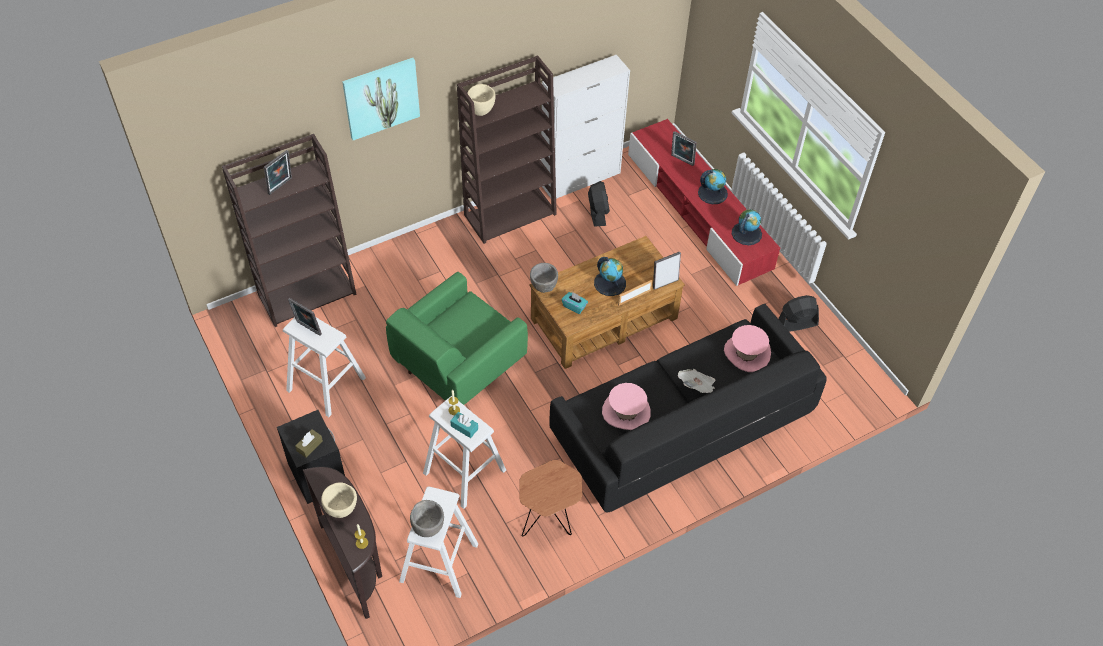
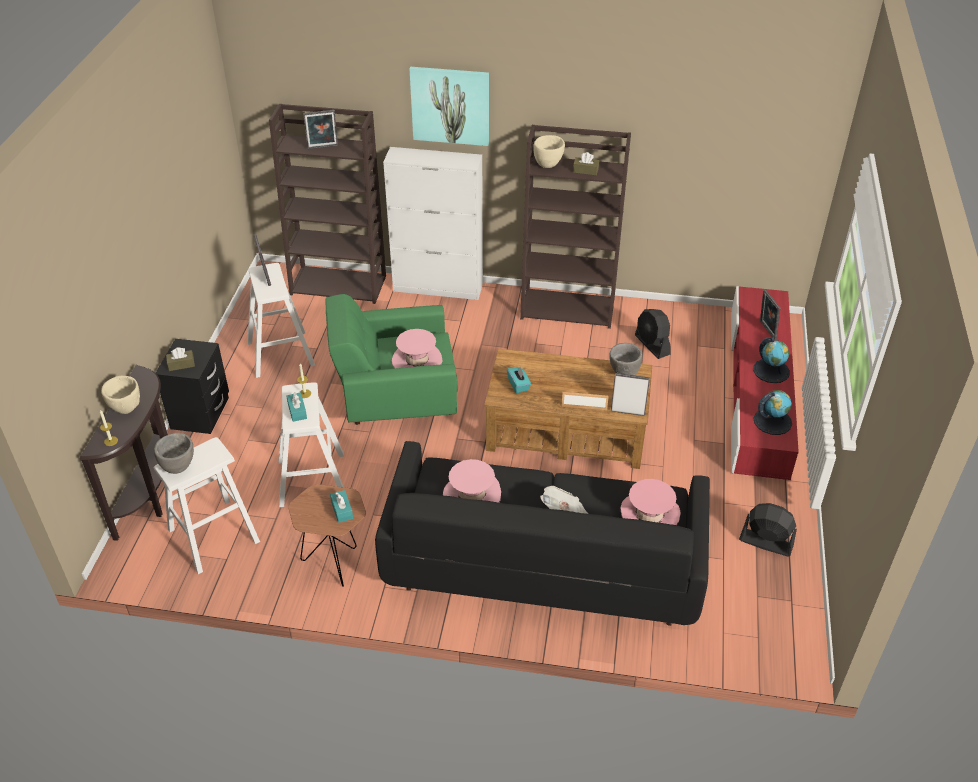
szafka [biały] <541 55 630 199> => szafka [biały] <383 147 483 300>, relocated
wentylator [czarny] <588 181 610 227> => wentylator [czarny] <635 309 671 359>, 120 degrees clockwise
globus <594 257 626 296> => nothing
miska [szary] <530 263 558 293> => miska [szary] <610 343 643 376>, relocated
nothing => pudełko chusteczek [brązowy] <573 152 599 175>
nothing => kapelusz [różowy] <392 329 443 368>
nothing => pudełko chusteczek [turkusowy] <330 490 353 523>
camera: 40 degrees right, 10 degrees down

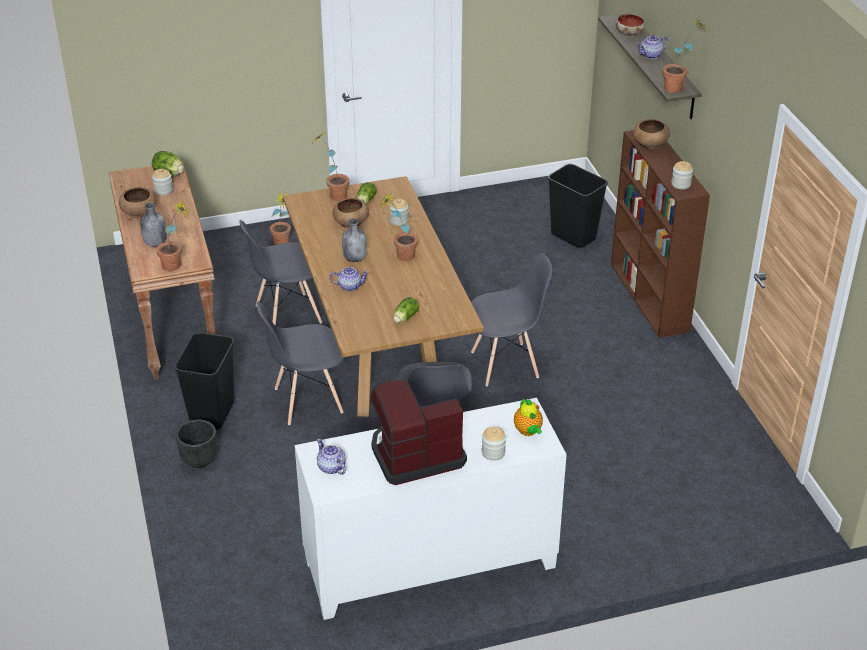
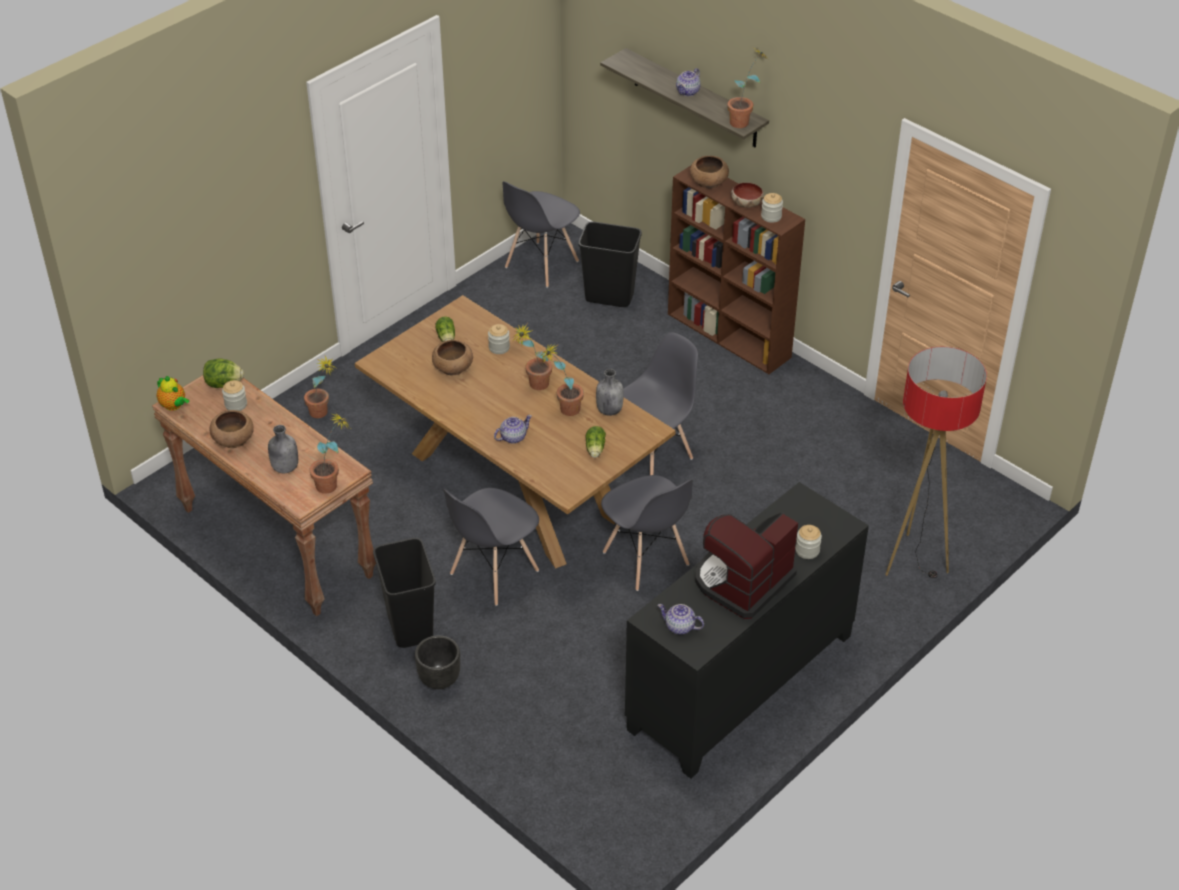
miska <615 14 645 36> => miska <731 182 764 208>, relocated
roślina doniczkowa <313 132 349 201> => roślina doniczkowa <539 344 584 416>, relocated
butelka [szary] <342 218 367 262> => butelka [szary] <596 369 624 416>, relocated
krzesło [szary] <240 220 322 326> => krzesło [szary] <502 181 580 288>, relocated
szafka [biały] <295 398 567 620> => szafka [czarny] <625 482 869 779>
imbryk <514 399 543 436> => imbryk <156 376 189 411>, relocated
nothing => lampa stojąca <885 347 987 578>
camera: 30 degrees left, 5 degrees up

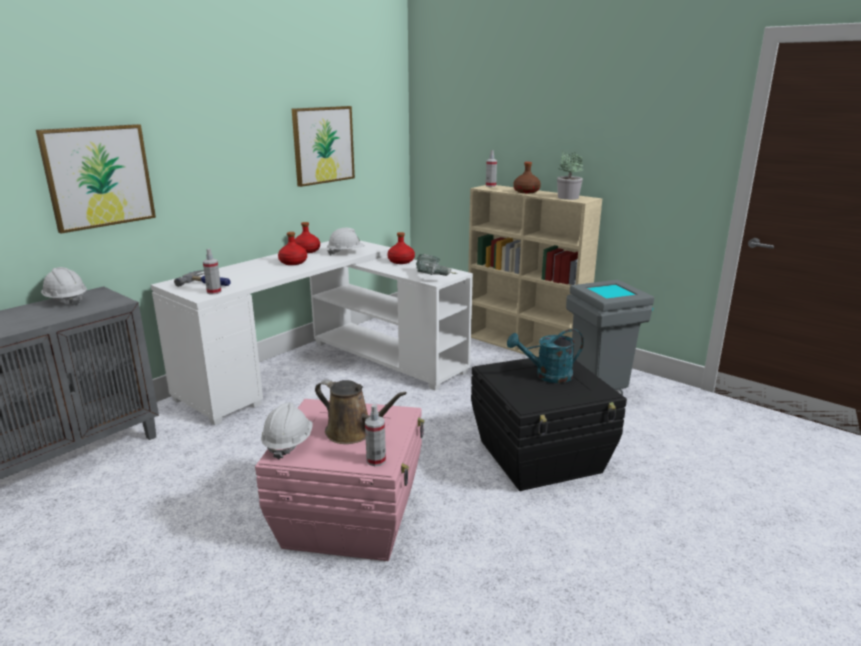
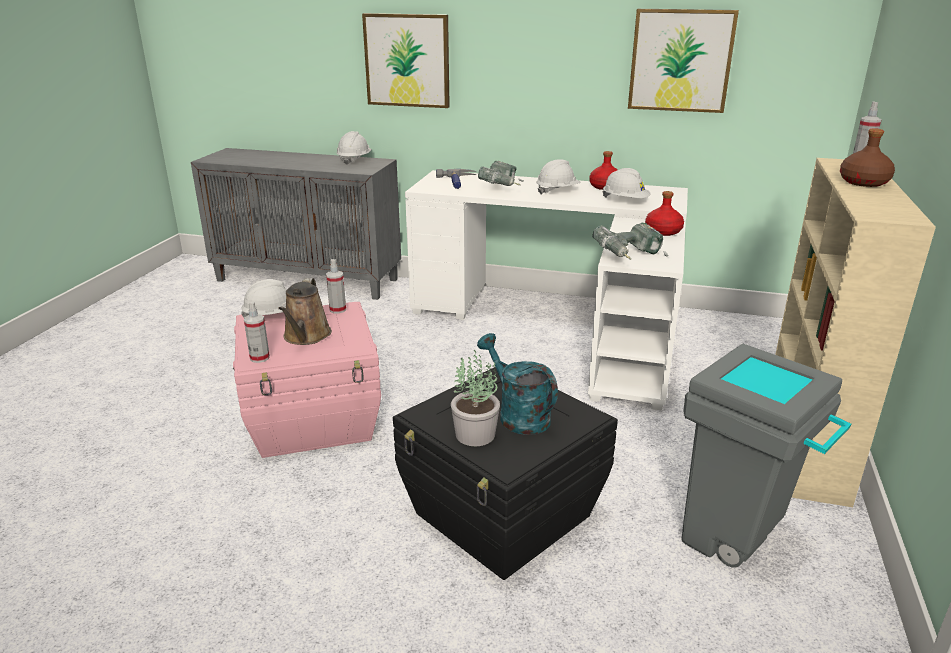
roślina doniczkowa <557 151 583 200> => roślina doniczkowa <451 350 500 446>, relocated
butelka [czerwony] <278 232 307 265> => kask [biały] <536 159 581 195>
spryskiwacz <203 249 222 295> => spryskiwacz <326 259 346 313>, relocated
nothing => wiertarka <478 161 524 186>
camera: 65 degrees right, 5 degrees up

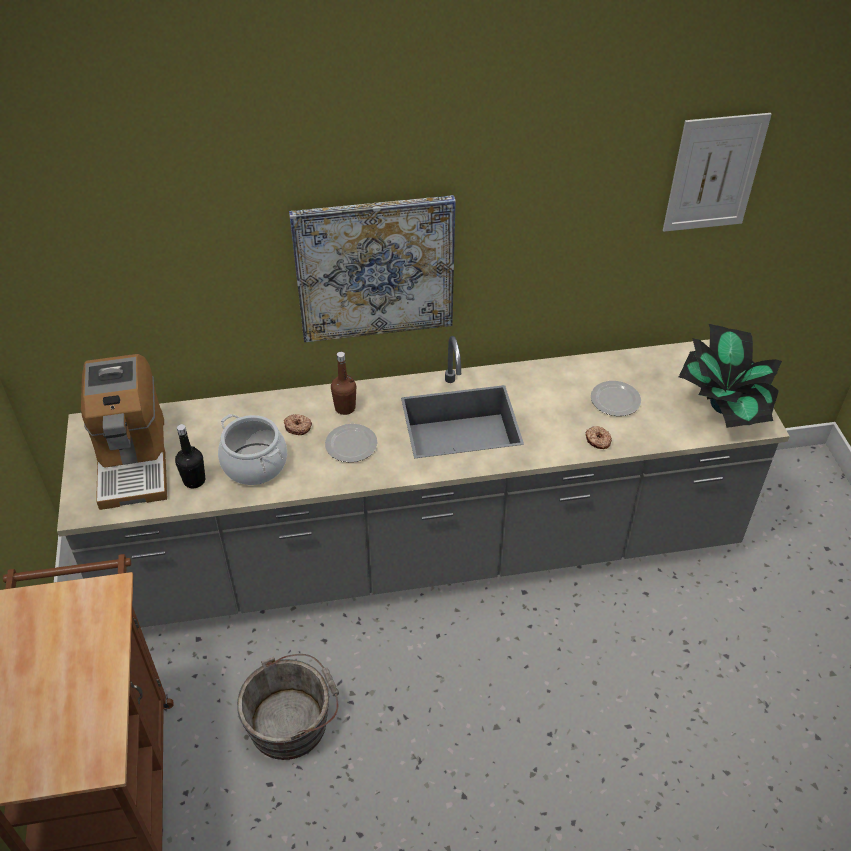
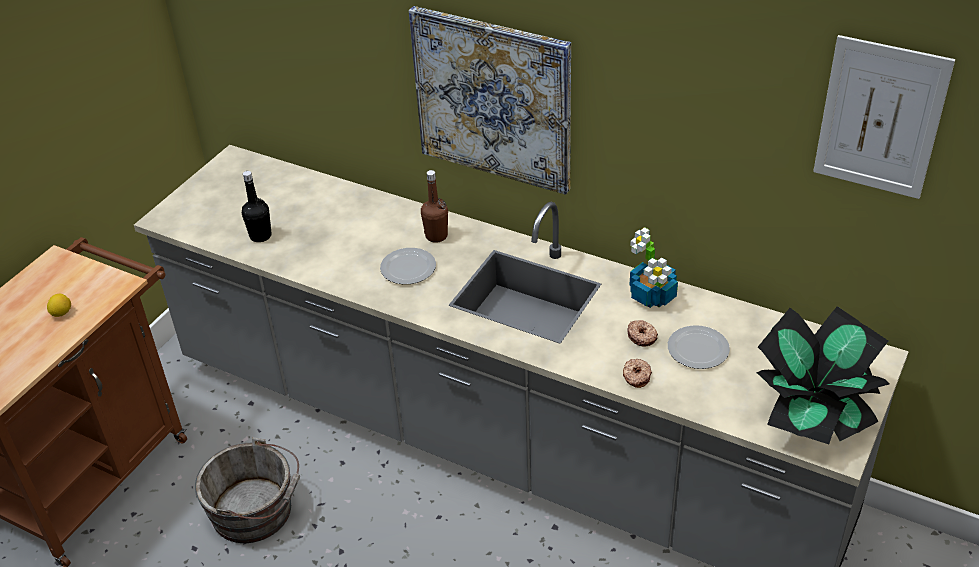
ekspres do kawy <81 354 167 510> => nothing
garnek <218 414 287 485> => nothing
donut <284 414 312 435> => donut <627 320 658 347>, relocated
nothing => roślina doniczkowa <629 227 678 308>
nothing => cytryna <47 294 71 317>
camera: 40 degrees right, 5 degrees down

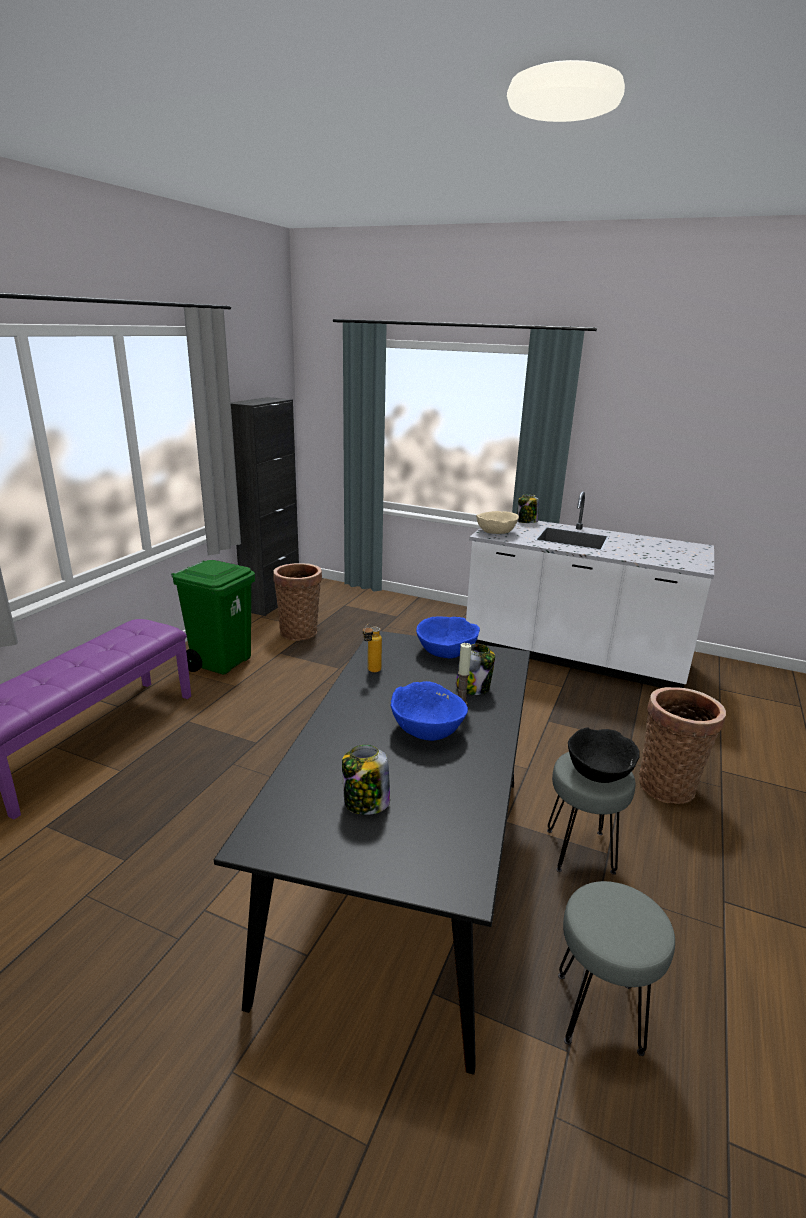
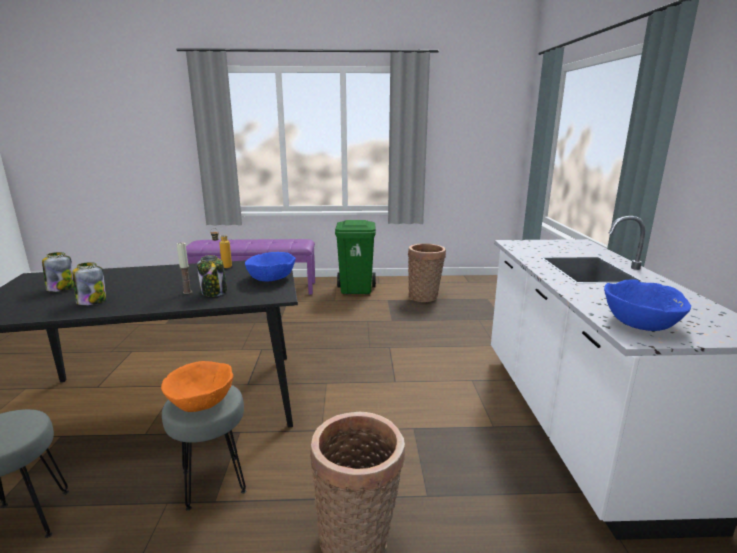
szafka [czarny] <231 397 299 616> => nothing
słoik <518 494 539 523> => słoik <72 262 106 305>, relocated
miska [beżowy] <476 511 519 534> => nothing
miska [niebieski] <391 681 468 741> => miska [niebieski] <604 279 691 331>, relocated
miska [czarny] <568 727 639 783> => miska [pomarańczowy] <161 361 233 412>
camera: 65 degrees right, 5 degrees down

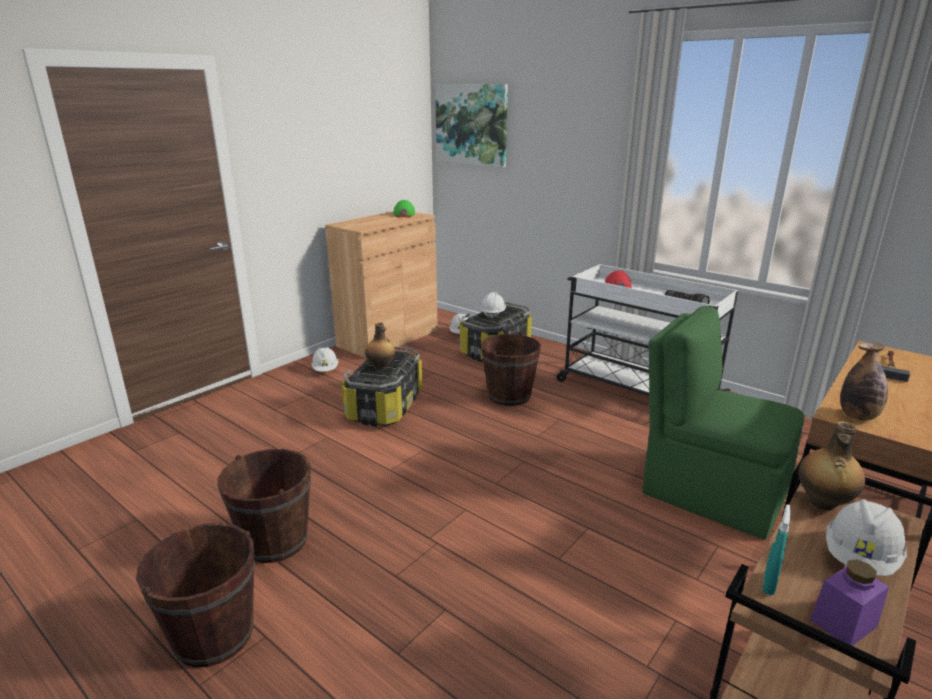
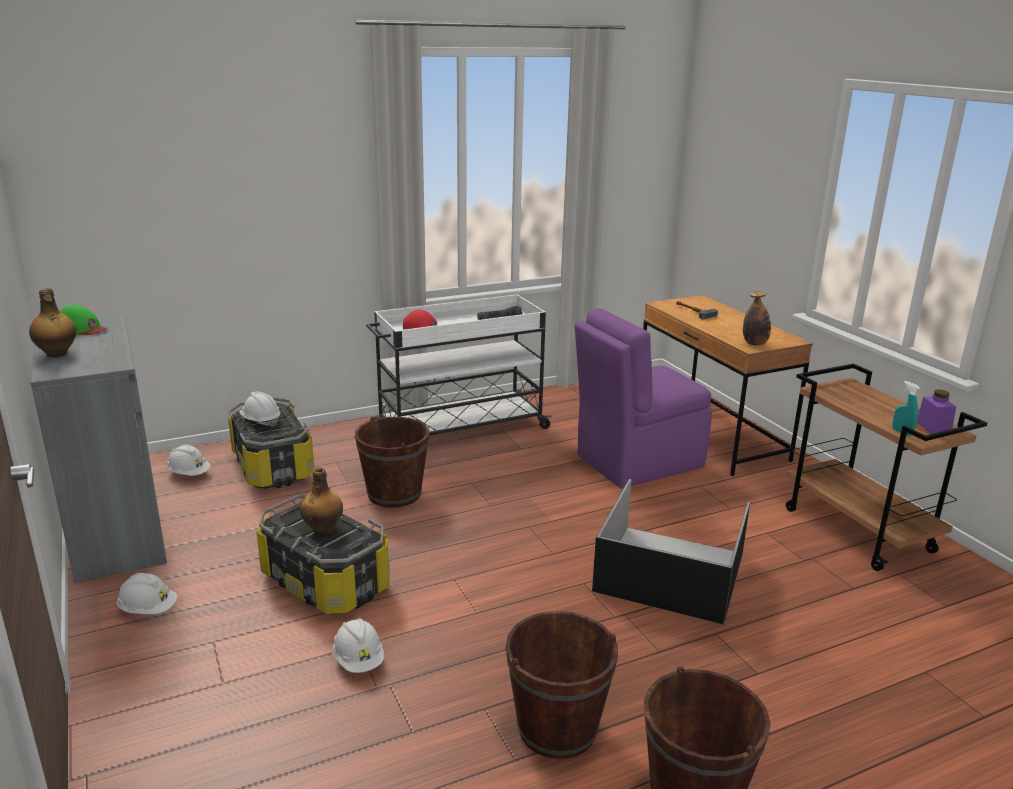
obraz <435 84 508 168> => nothing
szafka [brązowy] <325 211 438 358> => szafka [szary] <31 316 167 583>
krzesło [zielony] <642 306 805 540> => krzesło [fioletowy] <574 308 712 488>
butelka <798 421 865 510> => butelka <29 288 77 357>, relocated
kask [biały] <826 499 907 576> => kask [biały] <332 618 384 673>, relocated
nothing => pojemnik do przechowywania [czarny] <592 479 750 624>
camera: 65 degrees left, 0 degrees up

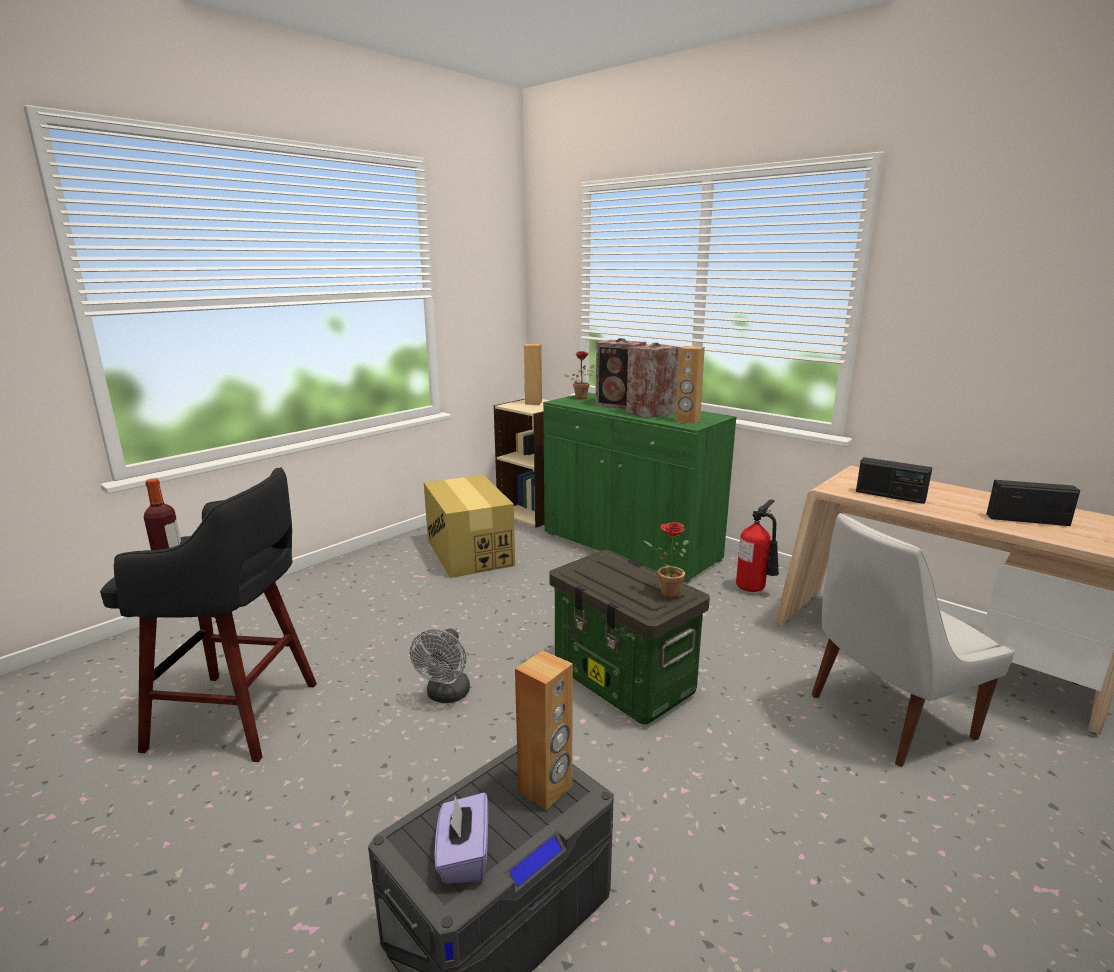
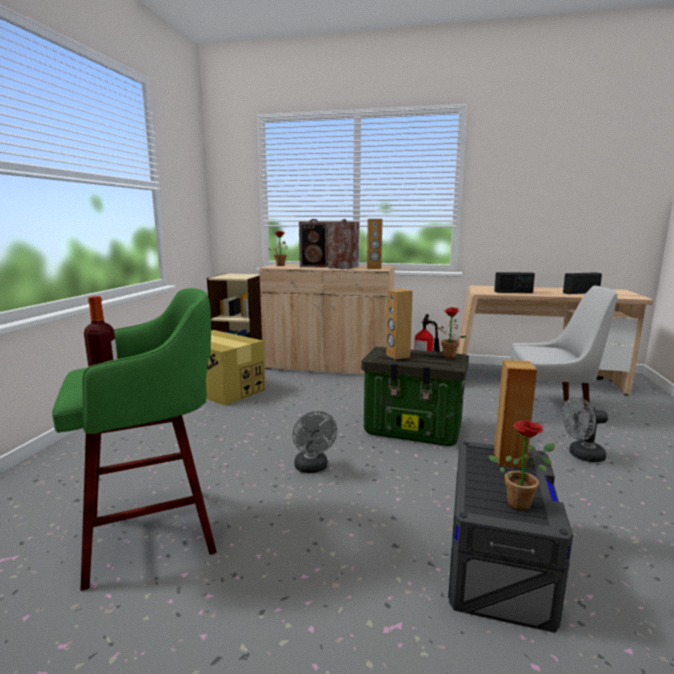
głośnik [brązowy] <524 344 542 405> => głośnik [brązowy] <386 288 413 359>, relocated
szafka [zielony] <543 392 737 584> => szafka [beżowy] <259 264 395 374>
stołek [czarny] <100 467 317 762> => stołek [zielony] <52 288 217 591>
krzesło [biały] <812 513 1015 767> => krzesło [biały] <511 286 618 411>, 120 degrees counterclockwise
pudełko chusteczek [fioletowy] <435 793 488 884> => roślina doniczkowa <488 421 555 511>
nothing => wentylator [szary] <562 397 608 462>
camera: 30 degrees left, 5 degrees down

